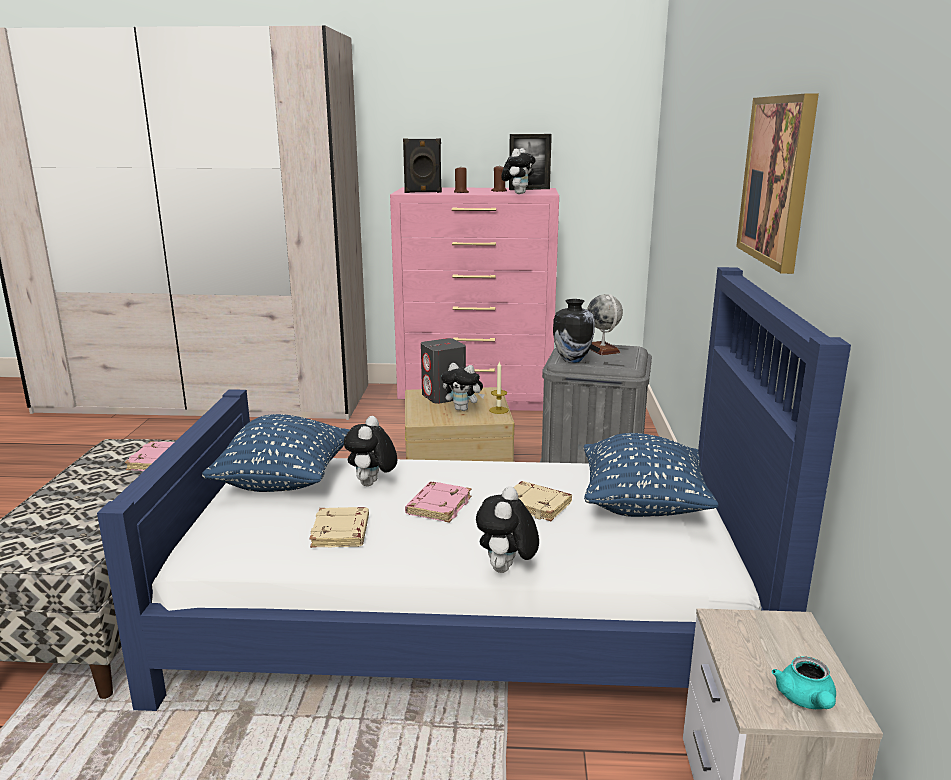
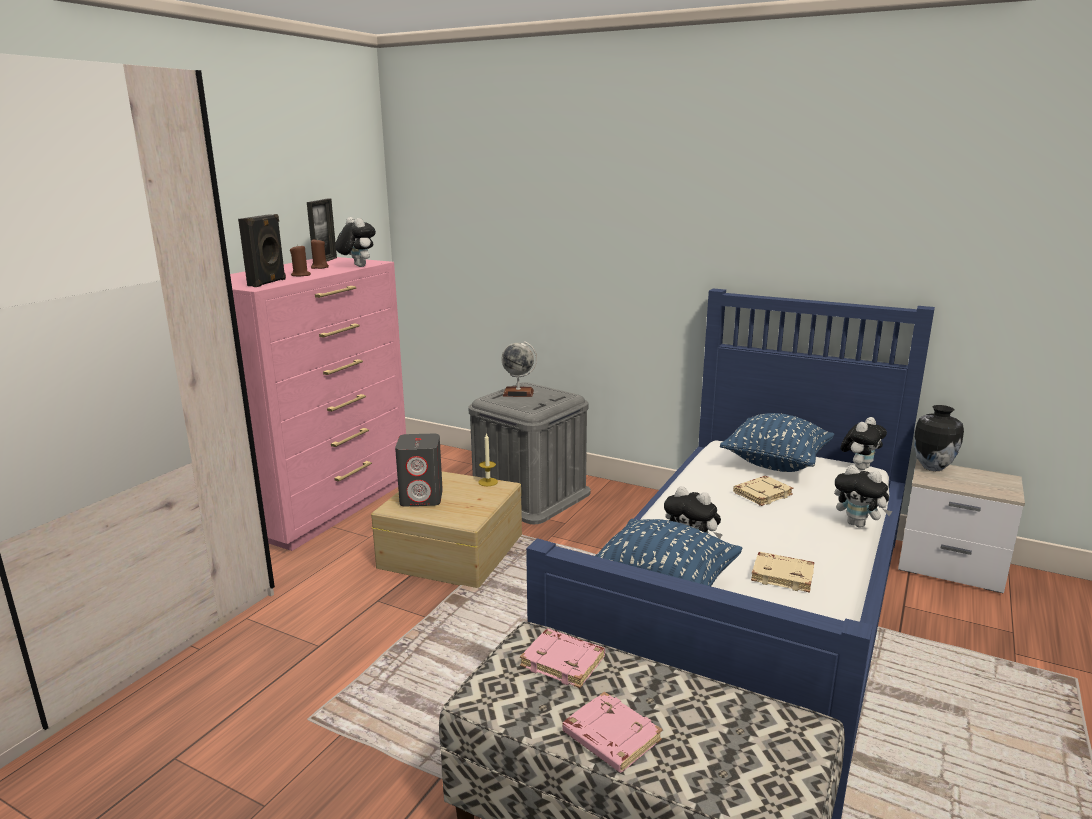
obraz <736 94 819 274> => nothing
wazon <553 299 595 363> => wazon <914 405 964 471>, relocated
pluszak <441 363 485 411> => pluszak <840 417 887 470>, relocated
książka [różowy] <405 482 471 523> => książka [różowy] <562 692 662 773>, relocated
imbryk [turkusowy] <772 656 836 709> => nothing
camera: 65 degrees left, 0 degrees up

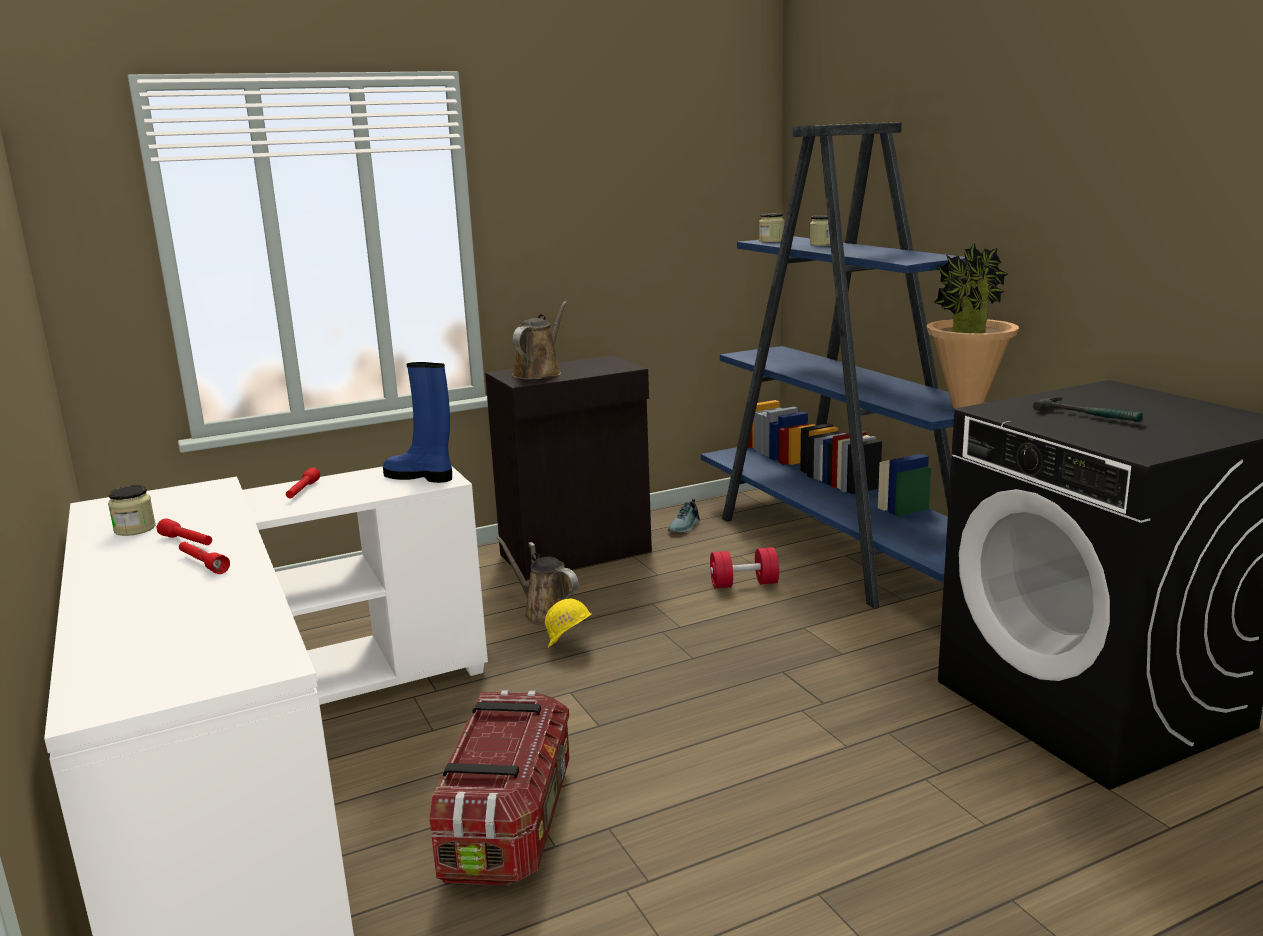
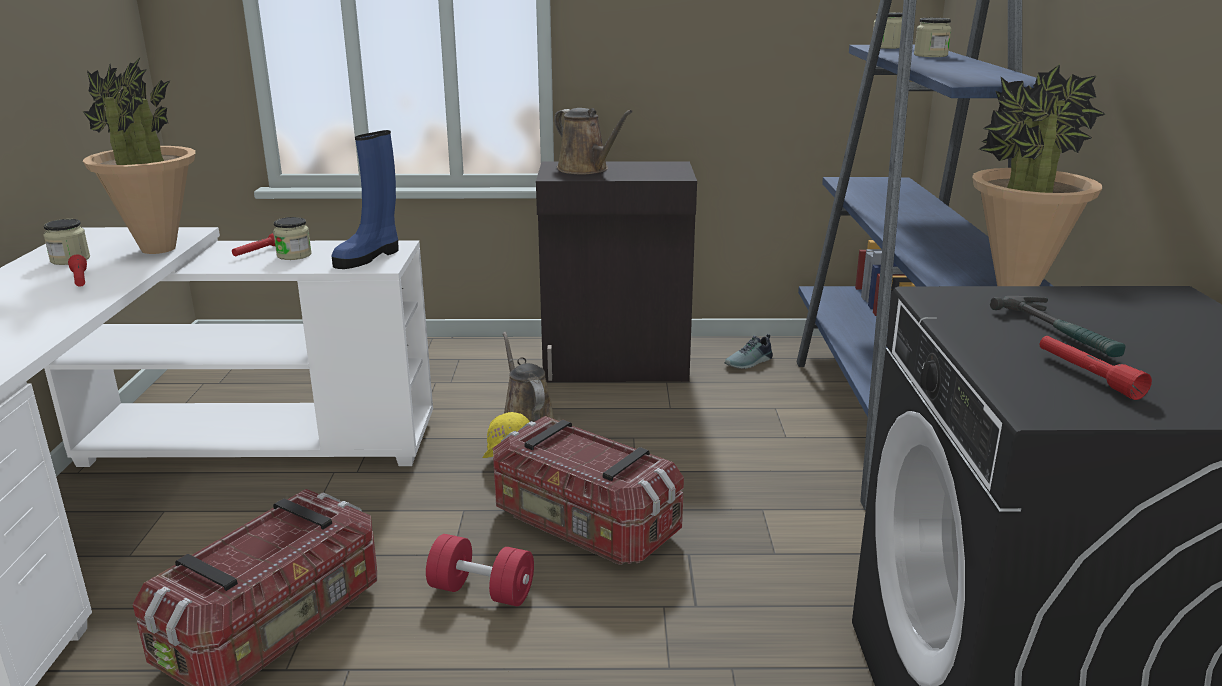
konewka [brązowy] <512 301 567 379> => konewka [brązowy] <554 108 633 174>, 90 degrees clockwise
but z cholewką [niebieski] <383 362 452 483> => but z cholewką [niebieski] <331 130 399 269>, 105 degrees counterclockwise
latarka [czerwony] <179 542 230 574> => latarka [czerwony] <1040 336 1152 400>, relocated
hantel [czerwony] <710 547 779 588> => hantel [czerwony] <426 534 534 606>, relocated
nothing => roślina doniczkowa <83 58 196 254>
nothing => słoik <273 217 312 260>
nothing => pojemnik do przechowywania <493 416 684 565>
camera: 25 degrees right, 5 degrees up

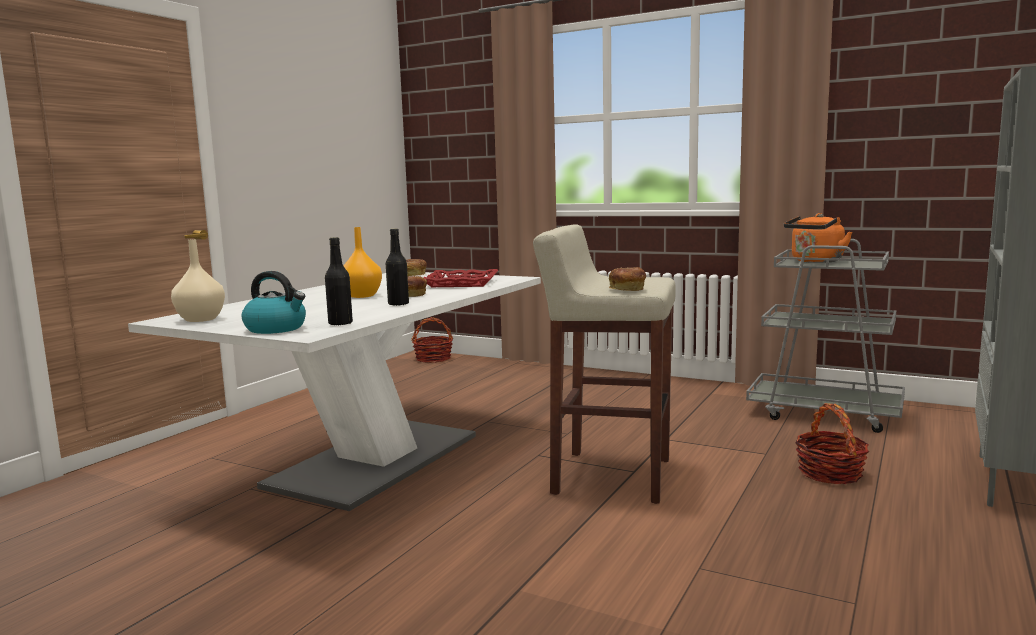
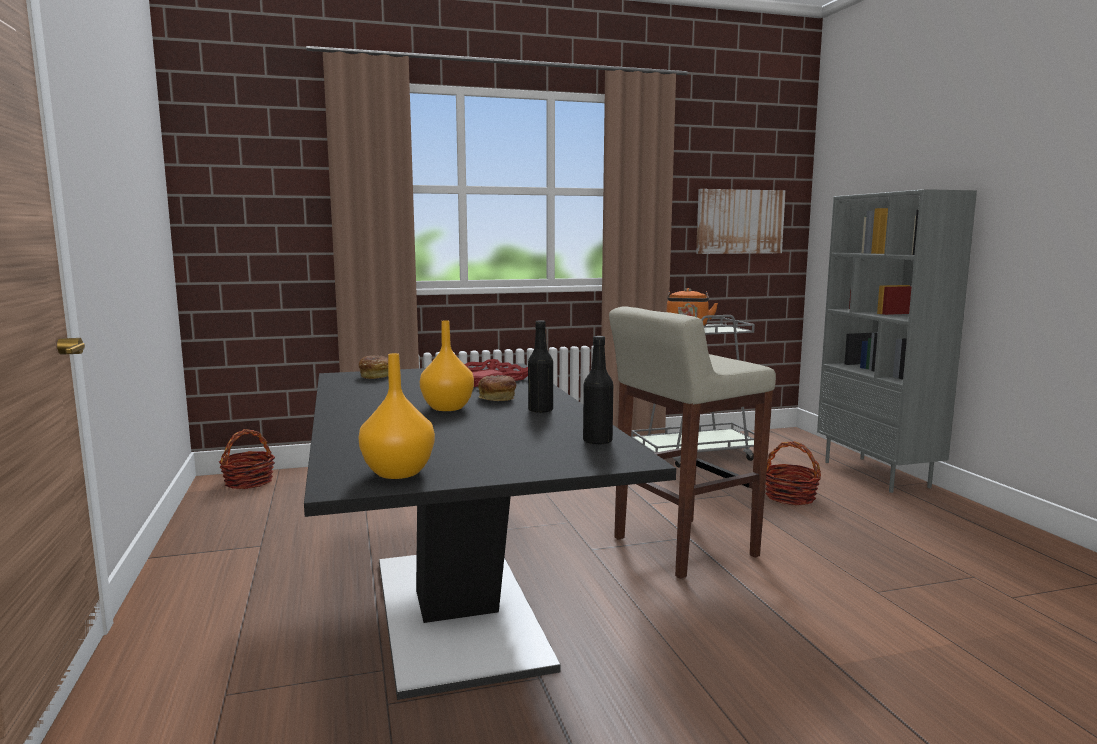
wazon [beżowy] <171 239 225 322> => wazon [pomarańczowy] <358 353 435 479>
chleb <609 267 646 291> => nothing
czajnik <242 271 306 334> => nothing
stół jadalny [biały] <128 272 541 511> => stół jadalny [czarny] <304 363 676 700>
nothing => obraz <696 189 786 254>
camera: 45 degrees left, 0 degrees up

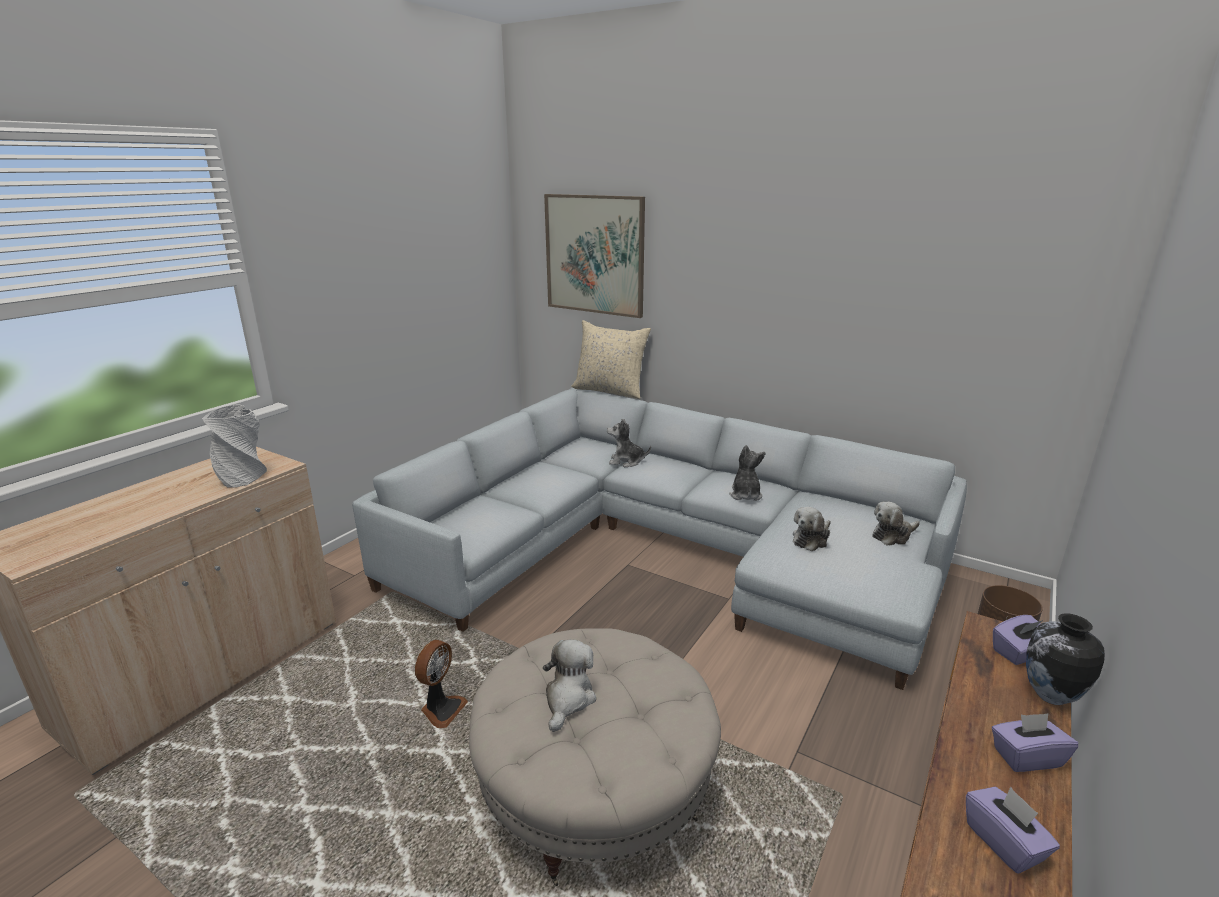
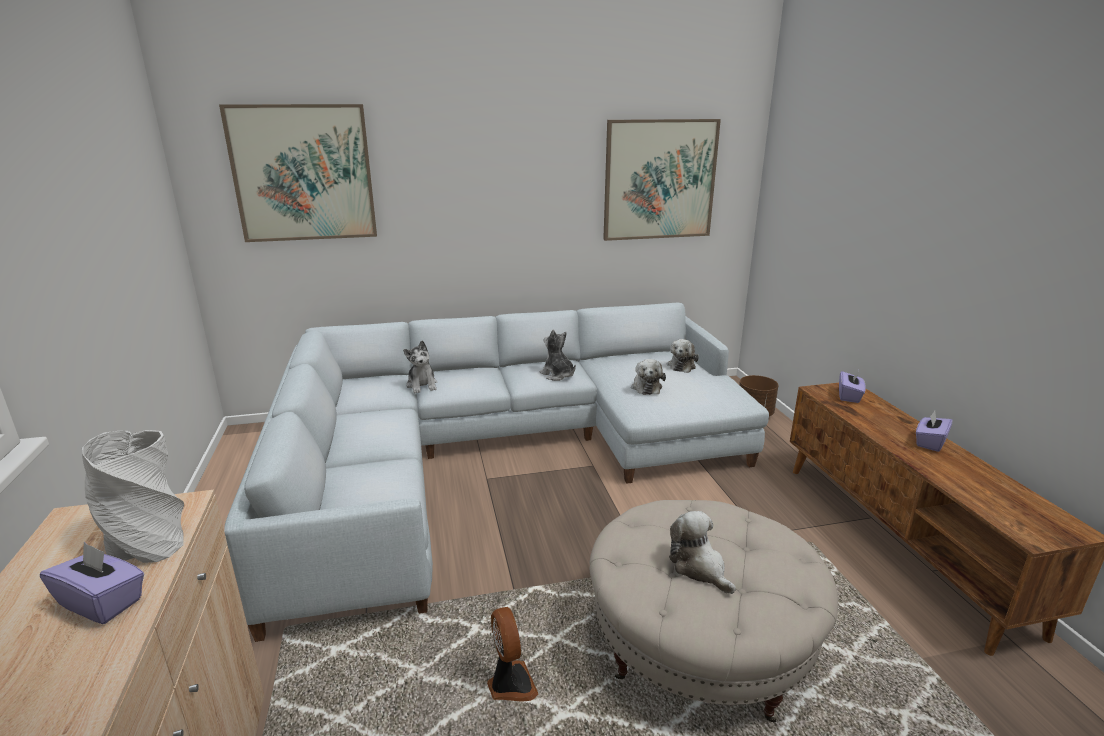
poduszka [beżowy] <571 320 651 399> => nothing
pluszak <607 419 651 467> => pluszak <403 341 437 393>, 75 degrees counterclockwise
wazon <1026 613 1105 705> => nothing
pudełko chusteczek [fioletowy] <966 787 1060 874> => pudełko chusteczek [fioletowy] <40 542 144 624>, relocated
nothing => obraz <603 119 721 241>
camera: 45 degrees left, 0 degrees up

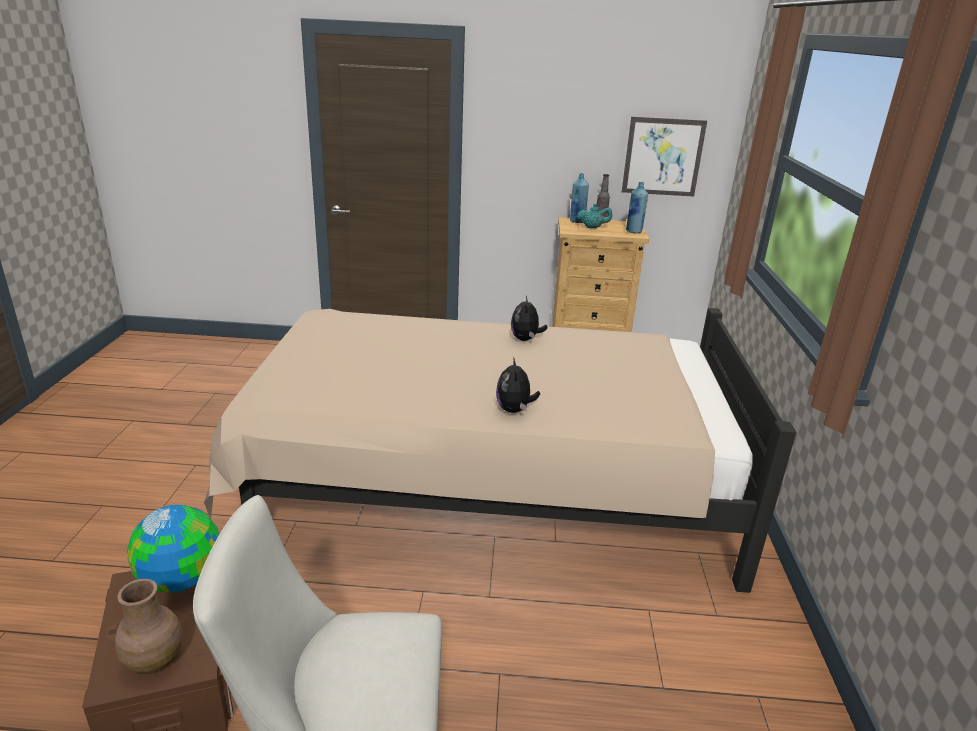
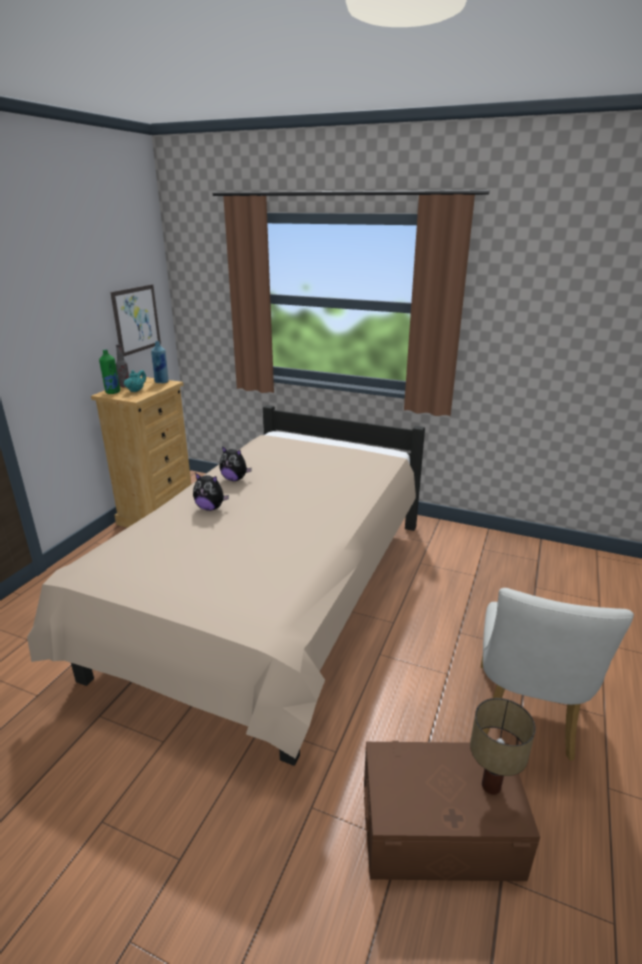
butelka [niebieski] <570 173 589 223> => butelka [zielony] <99 350 120 394>
pluszak <496 357 540 413> => pluszak <193 473 229 511>, relocated
globus <127 505 219 592> => nothing
wazon [brązowy] <115 579 183 674> => lampa stołowa <470 698 536 795>
camera: 70 degrees left, 0 degrees up

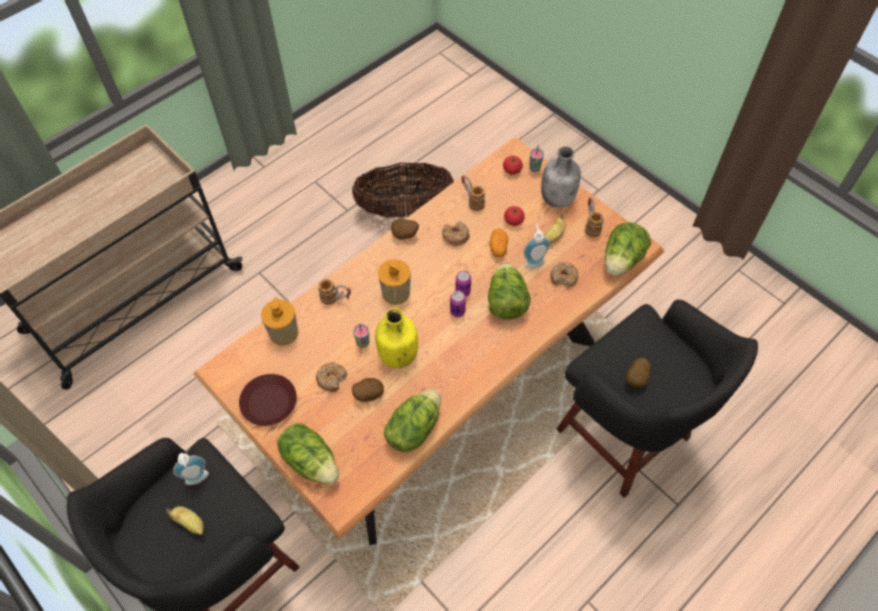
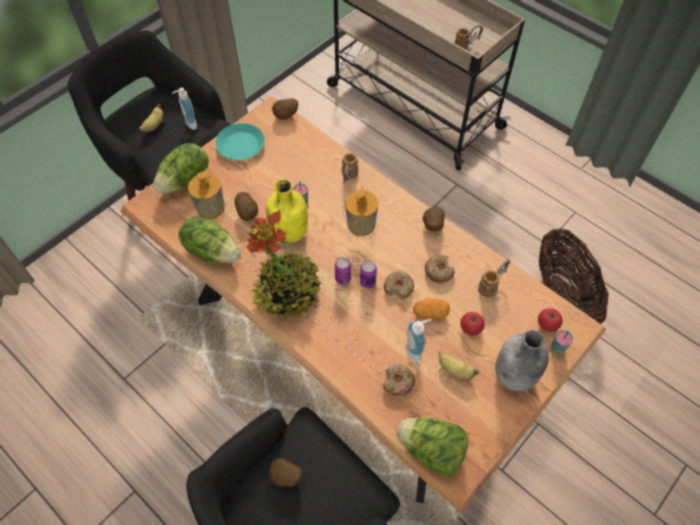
kubek <585 197 604 237> => kubek <454 25 483 50>, relocated
sałata <488 263 531 320> => nothing
dozownik mydła <261 297 299 345> => dozownik mydła <188 172 225 219>, relocated
donut <316 362 347 392> => donut <384 271 414 300>, relocated
talerz [brązowy] <239 374 297 426> => talerz [turkusowy] <215 123 265 160>
nothing => ziemniak <272 99 298 120>
nothing => roślina doniczkowa <246 210 322 319>
camera: 85 degrees right, 0 degrees up

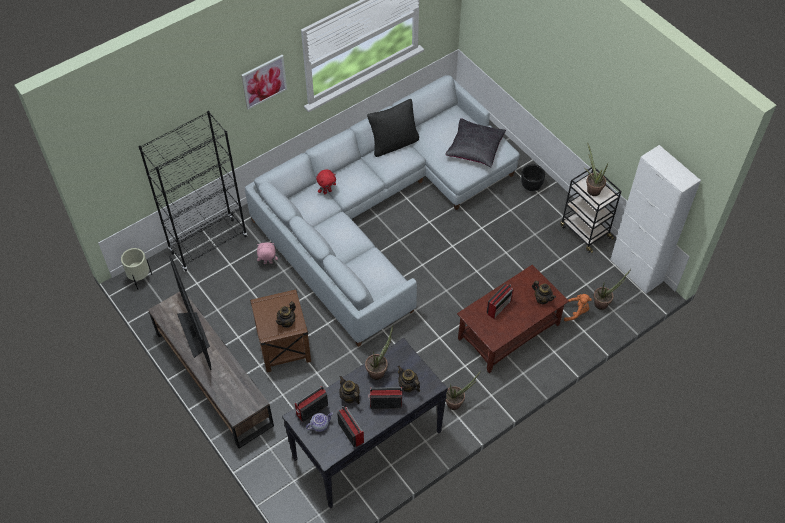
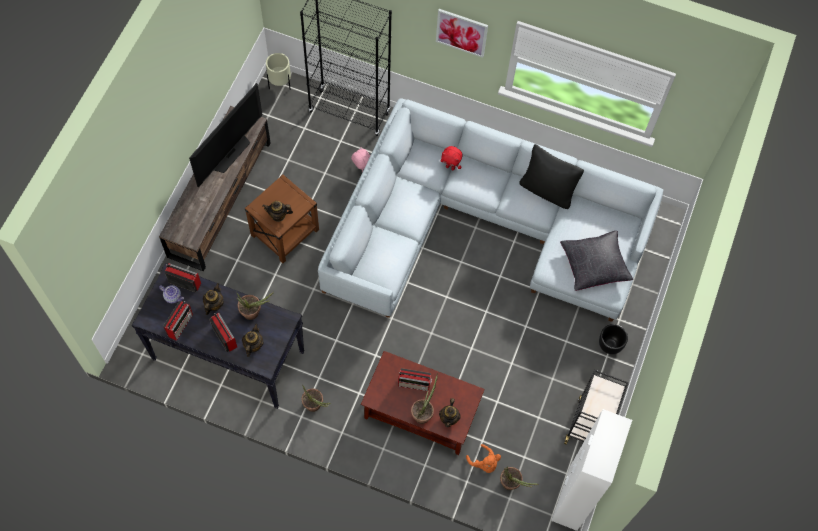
roślina doniczkowa <585 142 608 196> => roślina doniczkowa <411 374 438 424>, relocated
camera: 55 degrees right, 10 degrees up

